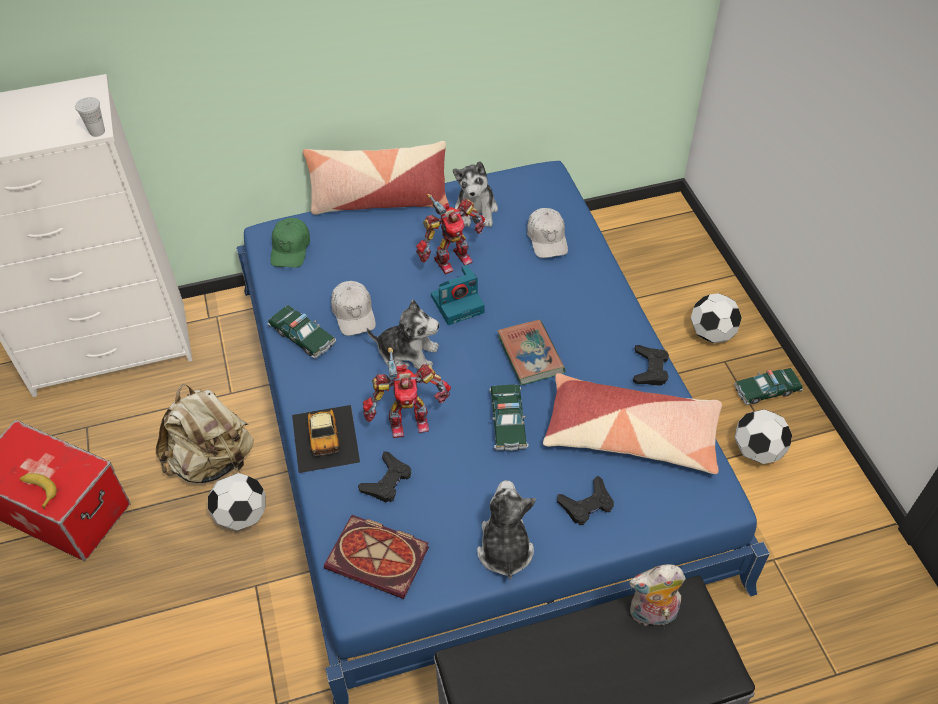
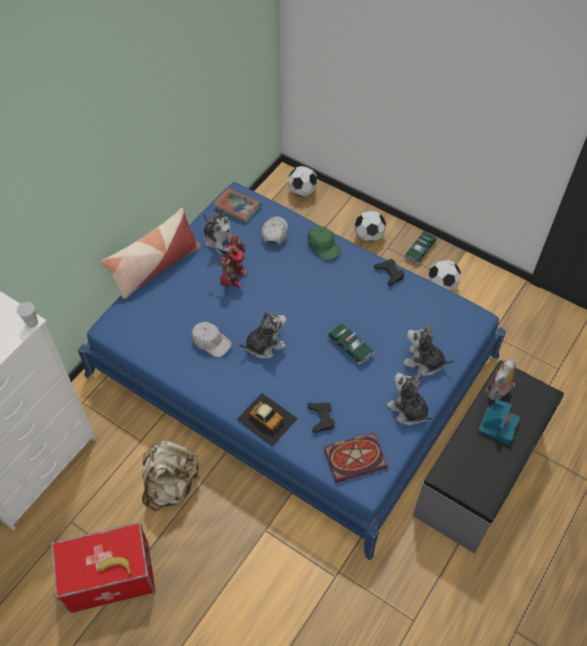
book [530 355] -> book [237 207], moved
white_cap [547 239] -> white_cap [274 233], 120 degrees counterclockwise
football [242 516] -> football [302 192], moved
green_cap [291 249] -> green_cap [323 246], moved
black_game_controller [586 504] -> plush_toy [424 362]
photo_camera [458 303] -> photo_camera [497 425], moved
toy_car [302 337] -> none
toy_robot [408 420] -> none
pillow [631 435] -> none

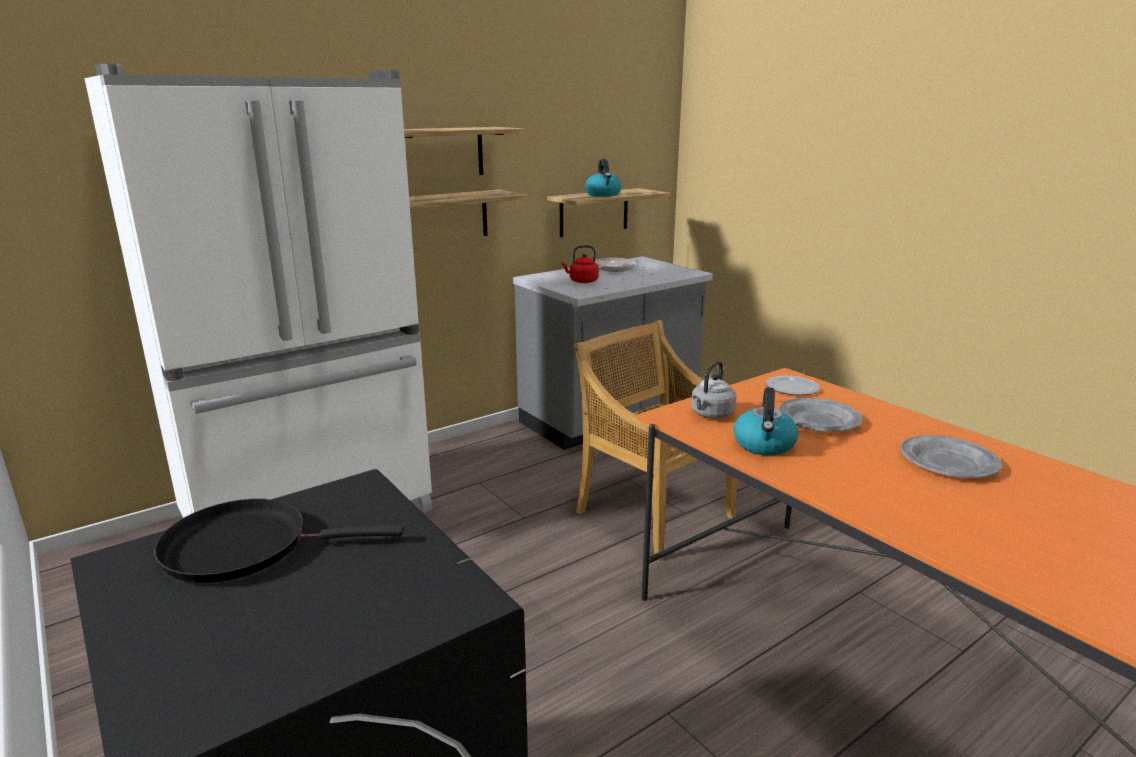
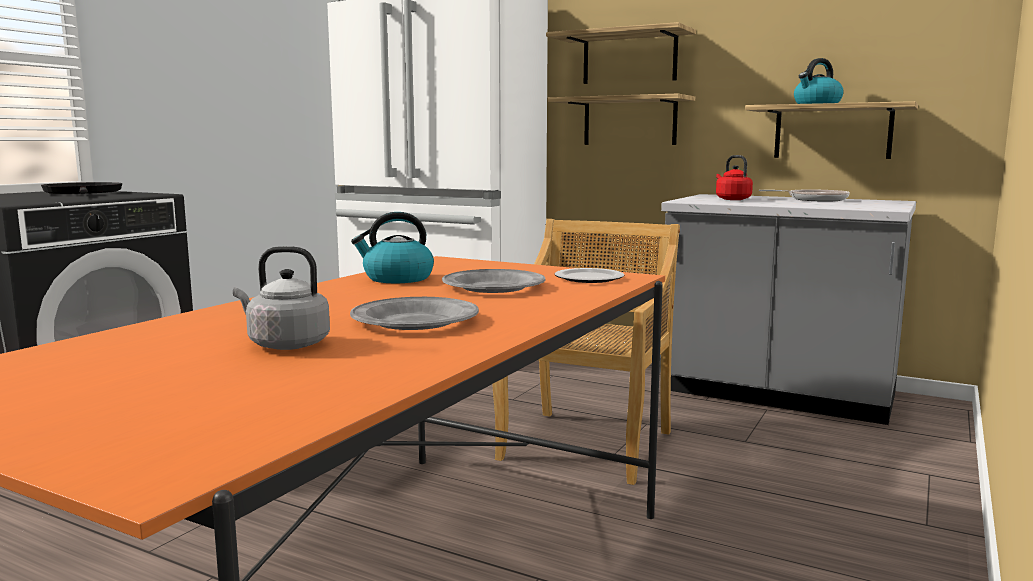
grey_kettle [711 415] -> grey_kettle [285 344], moved

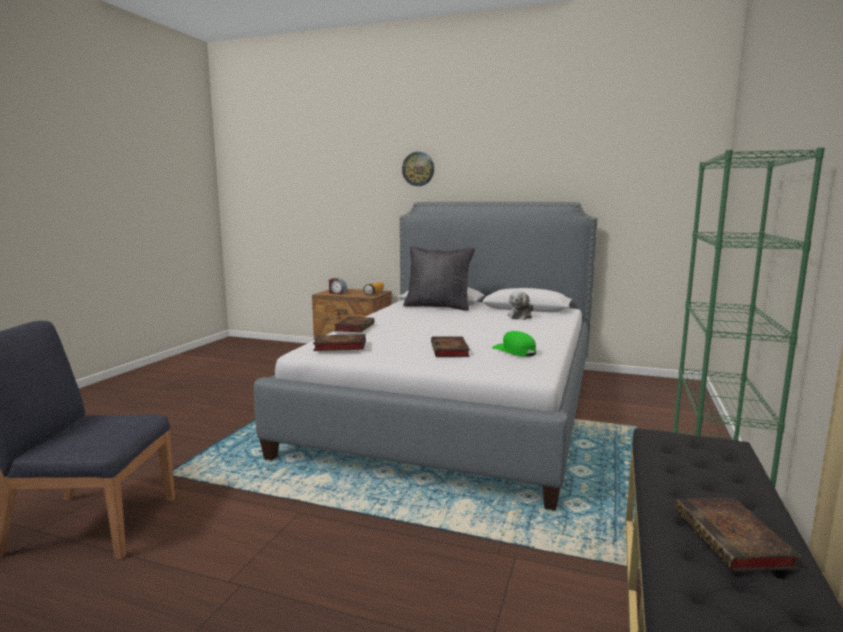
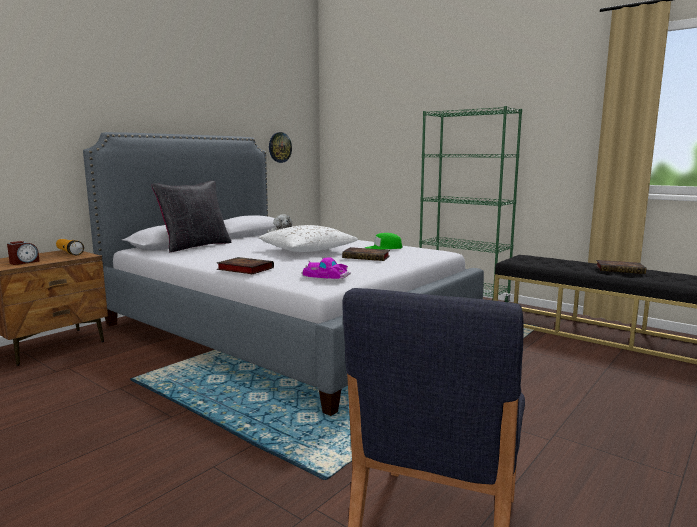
none -> white_pillow [307 251]
wall_clock [418 169] -> wall_clock [279 147], moved
book [338 346] -> toy_car [325 275]

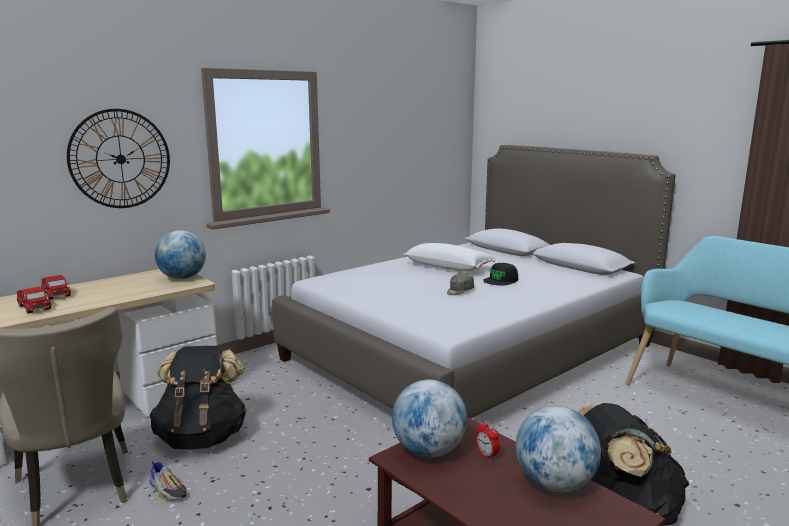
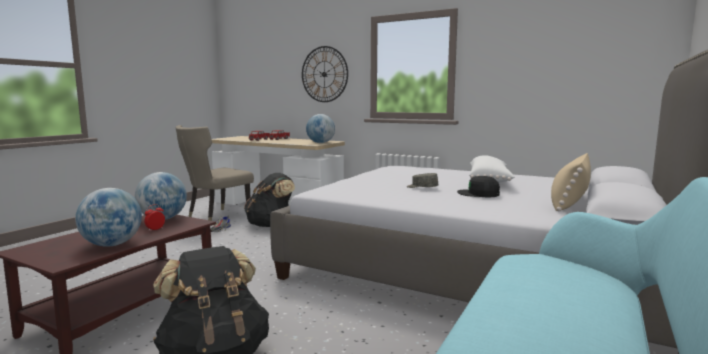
none -> beige_pillow [569 201]

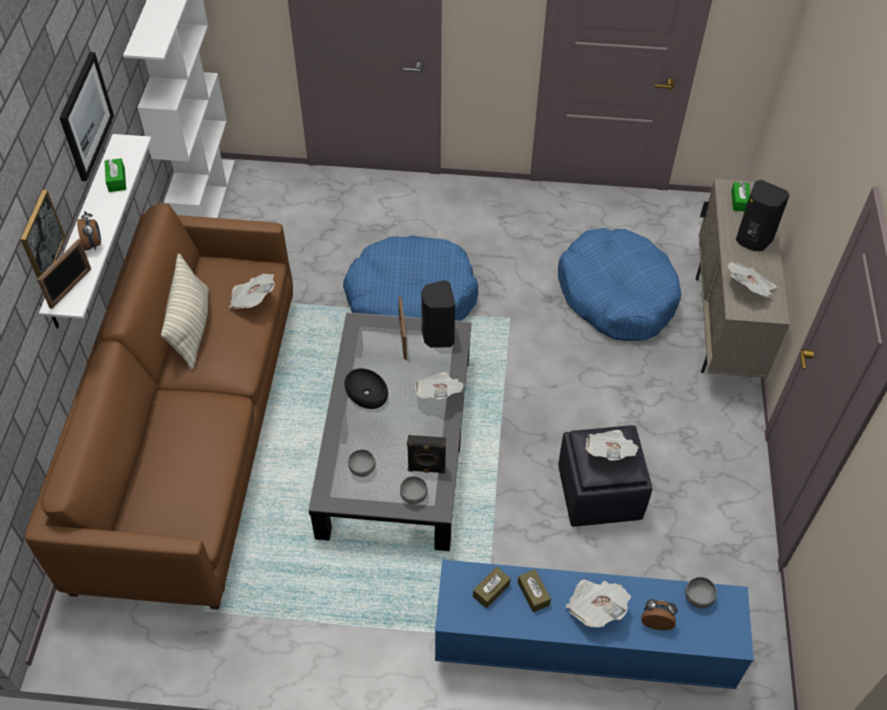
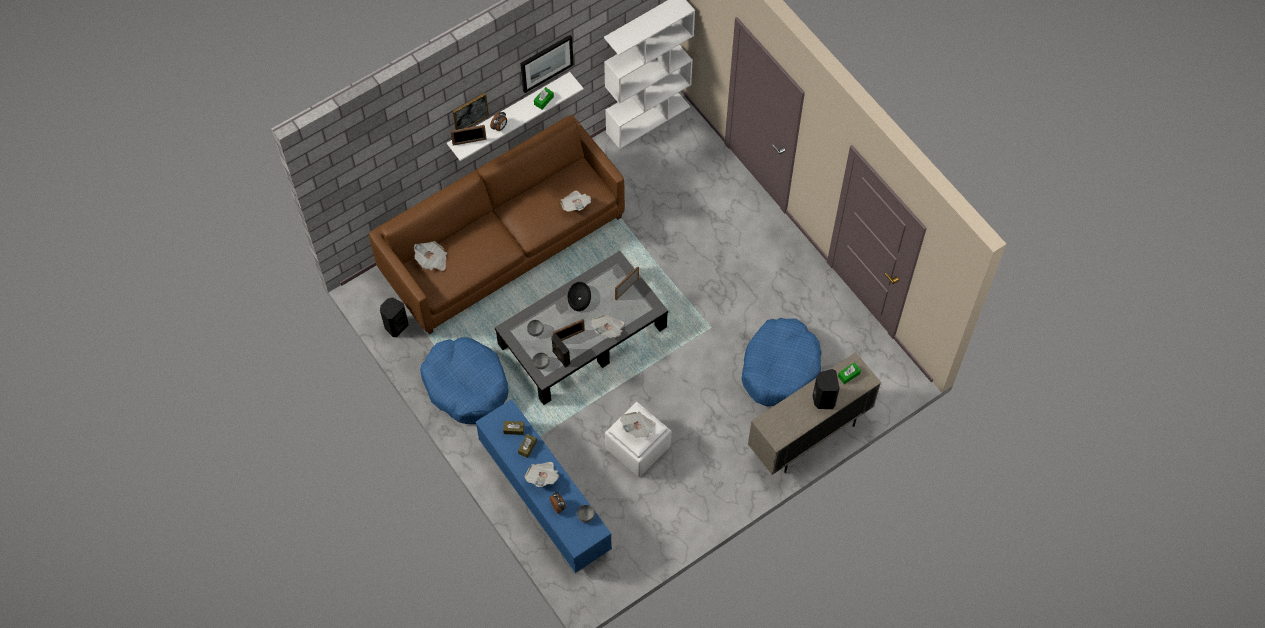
black_speaker [437 335] -> black_speaker [396 326], moved
newspaper [749 289] -> newspaper [432 260], moved
blue_dog_bed [411 297] -> blue_dog_bed [466 385], moved
none -> picture_frame [569 336]
black_ottoman [598 492] -> white_ottoman [637 447]
pillow [191 328] -> none

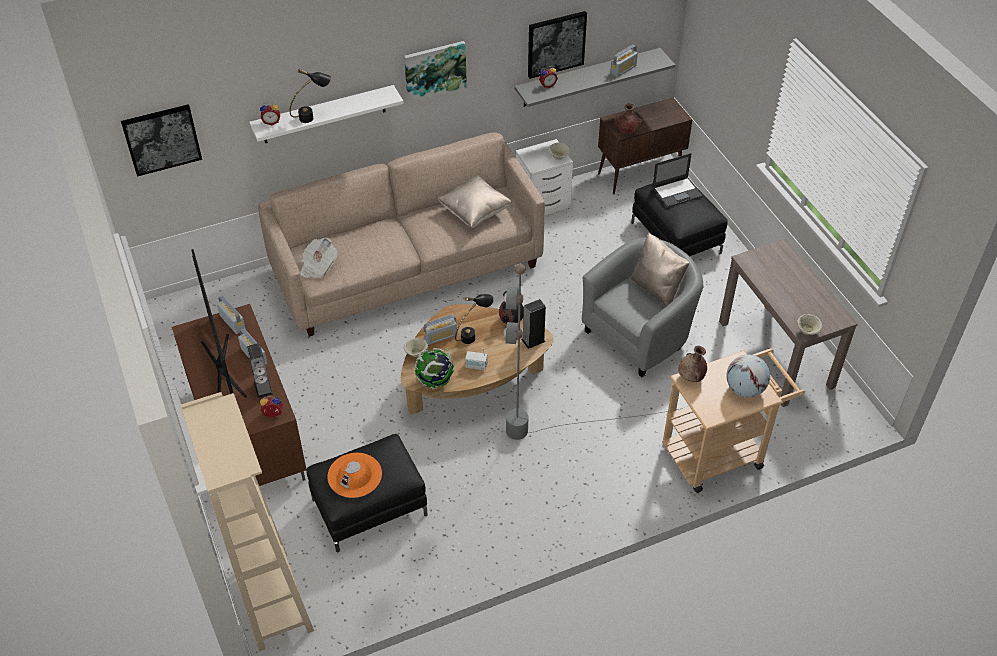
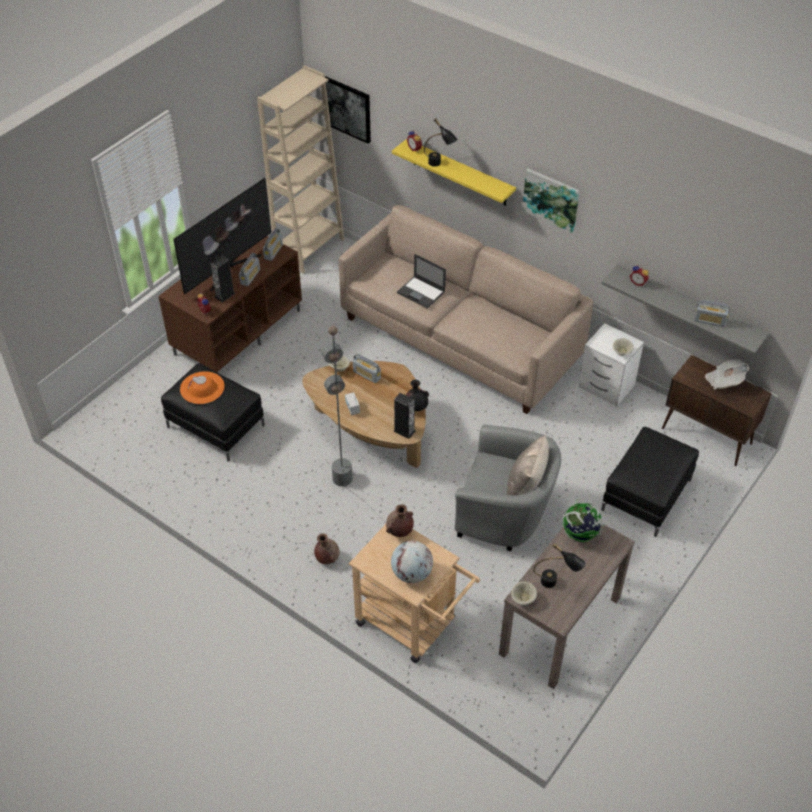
beige_bookcase [273 601] -> beige_bookcase [309 249], moved
brown_vase [626 131] -> brown_vase [327 558], moved
white_shelf [324 115] -> yellow_shelf [459 173]
laptop [677 192] -> laptop [421 292], moved
black_table_lamp [473 335] -> black_table_lamp [555 584], moved
globe [435 381] -> globe [580 534], moved
newspaper [318 266] -> newspaper [724 381], moved
beige_pillow [475 212] -> none
picture [556 44] -> none

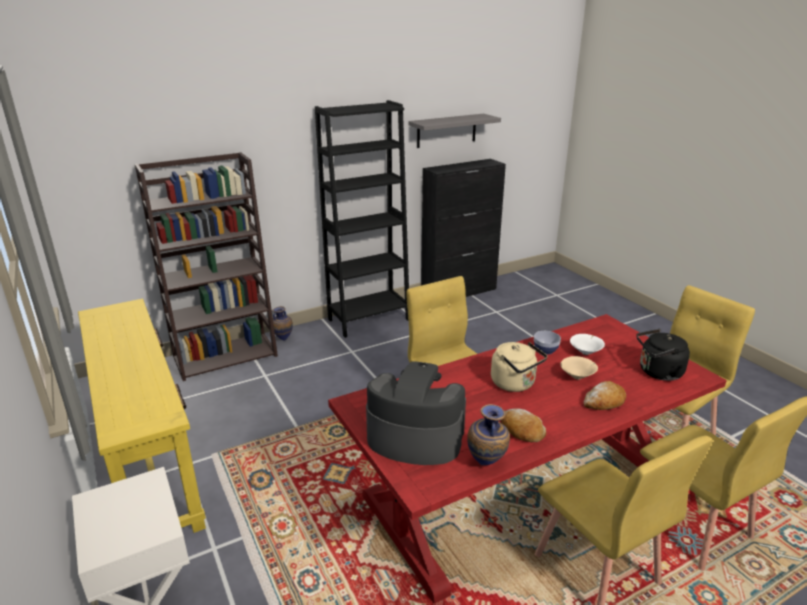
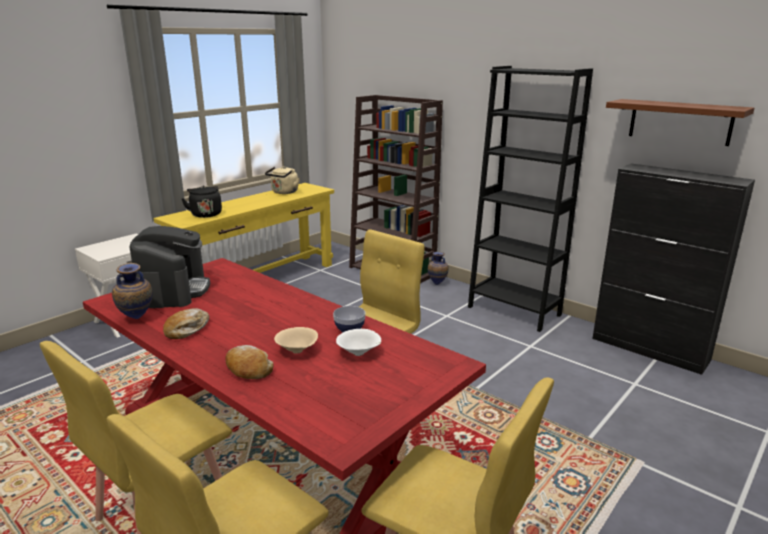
black_kettle [658 372] -> black_kettle [205 214], moved
beige_kettle [515 384] -> beige_kettle [284 192], moved
grey_shelf [446 130] -> brown_shelf [680 122]

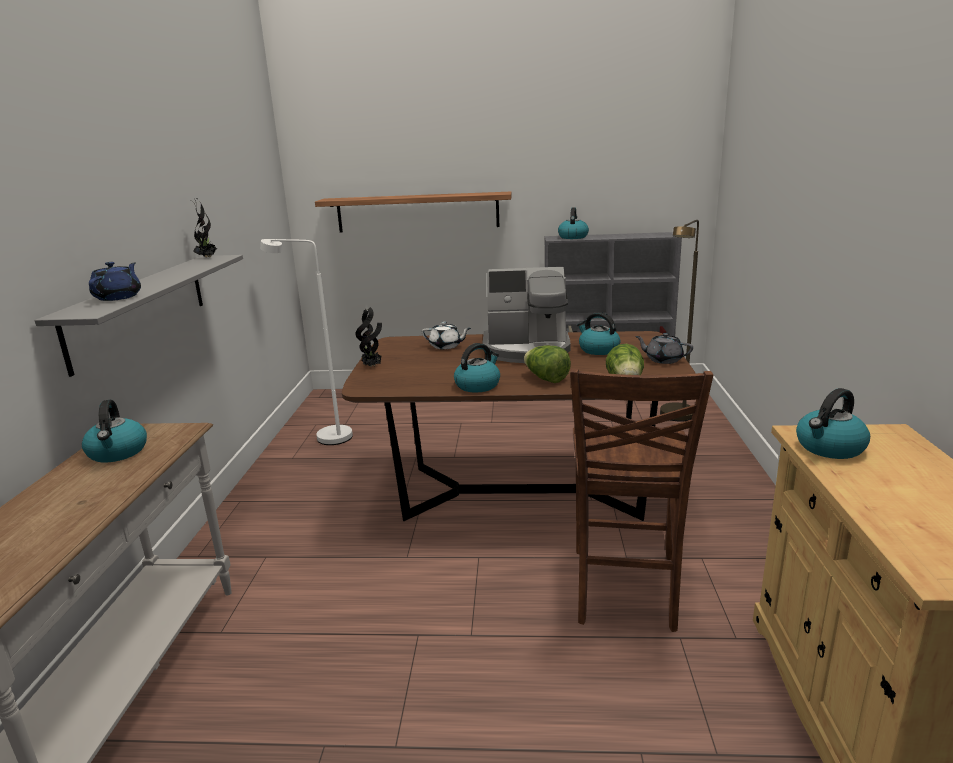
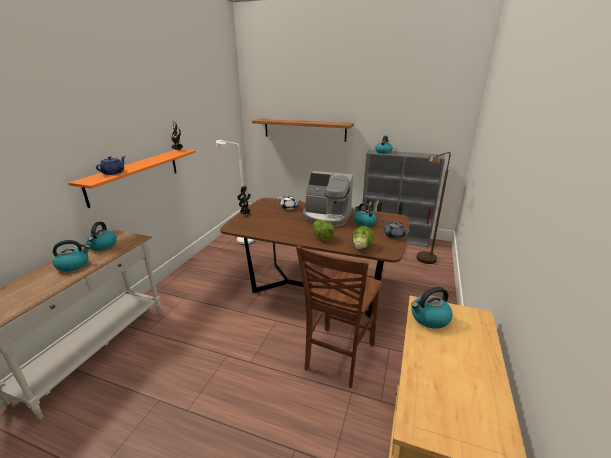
kettle [478 385] -> kettle [73 265], moved
grey_shelf [140 308] -> orange_shelf [135 175]

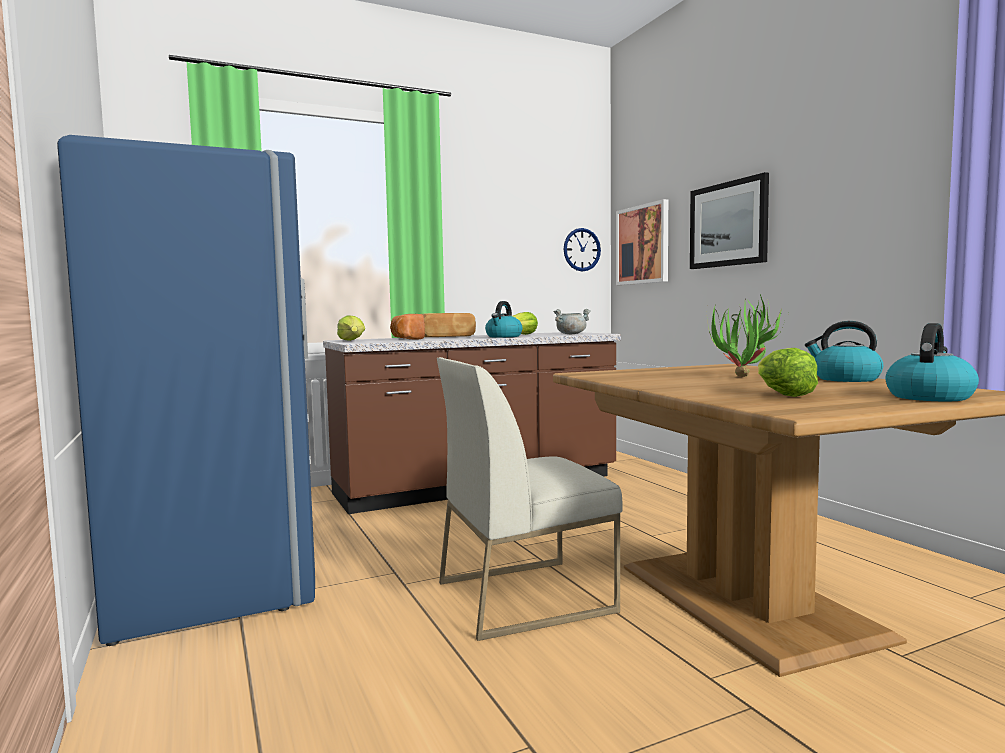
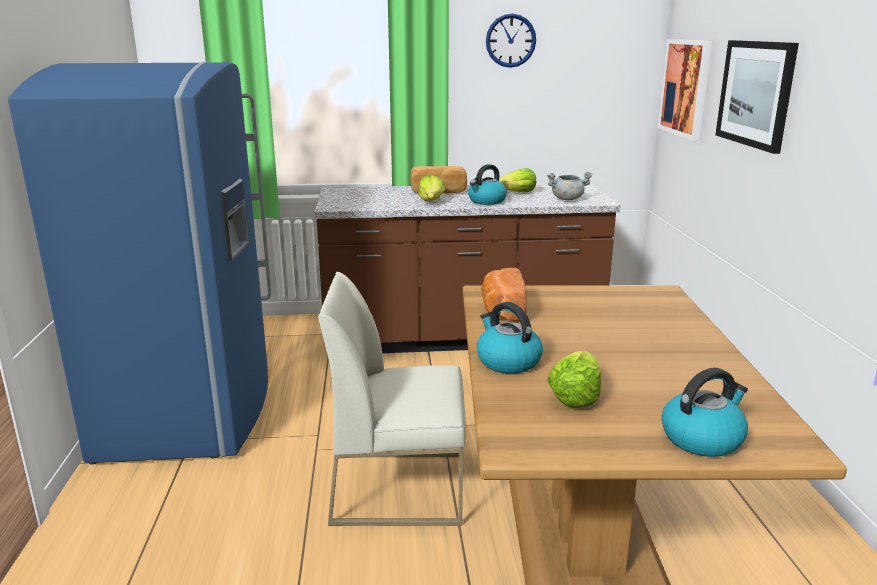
lettuce [352 340] -> lettuce [432 201], moved
kettle [845 379] -> kettle [507 361], moved
bread [406 339] -> bread [501 310], moved
wall_clock [581 249] -> wall_clock [510 40], moved
potted_plant [744 378] -> none

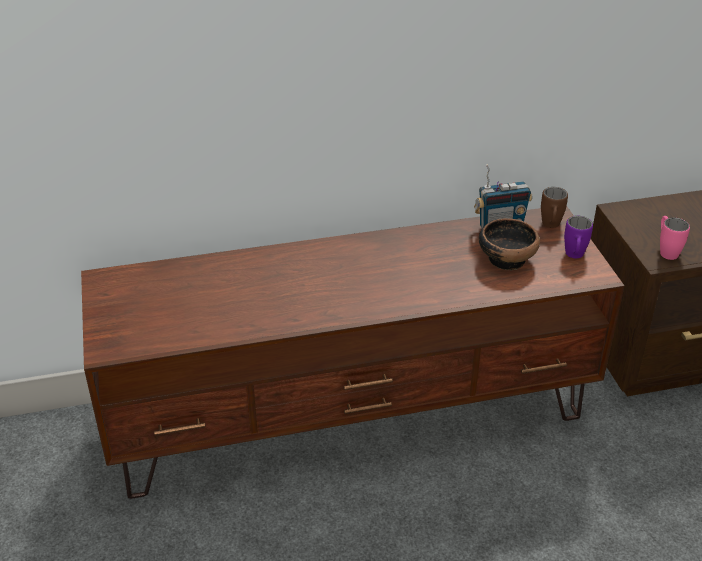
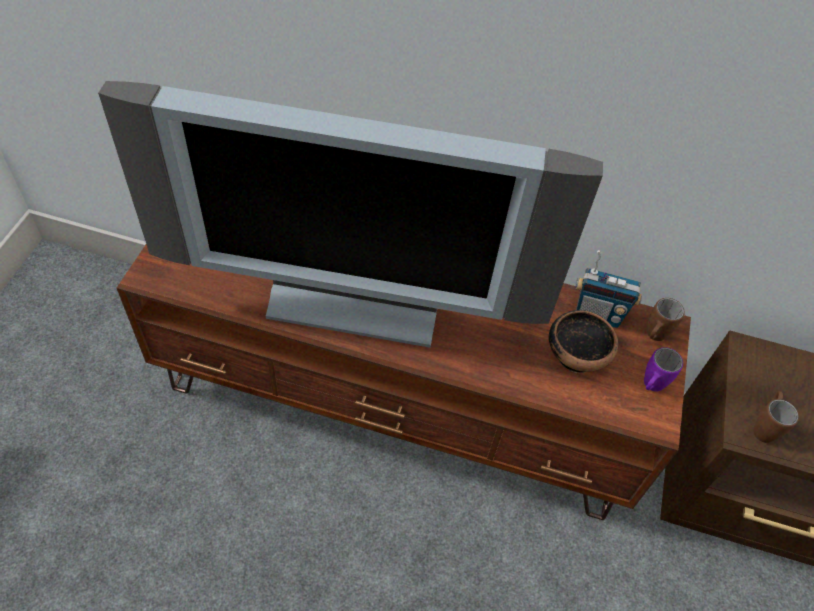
none -> television [357 299]
pink_mug [666 250] -> brown_mug [763 426]

